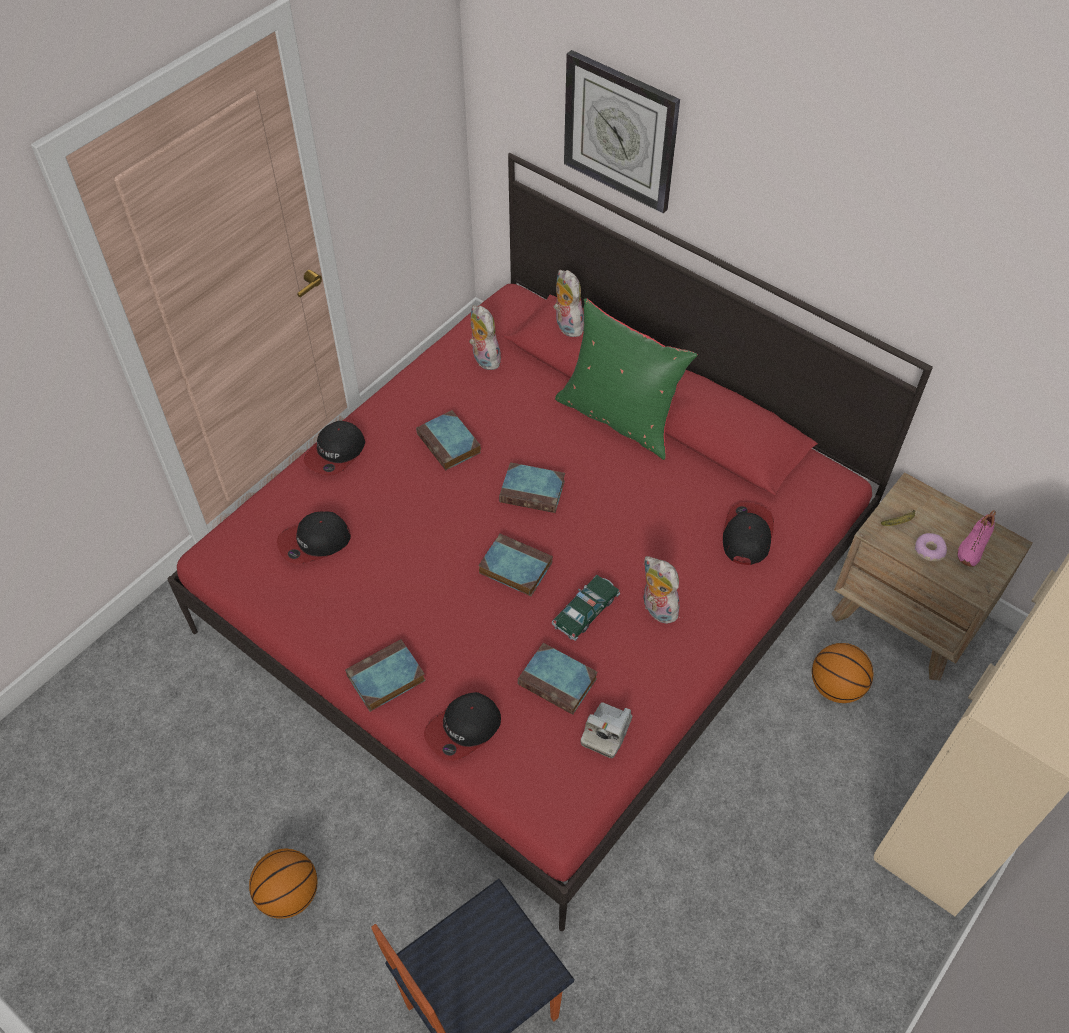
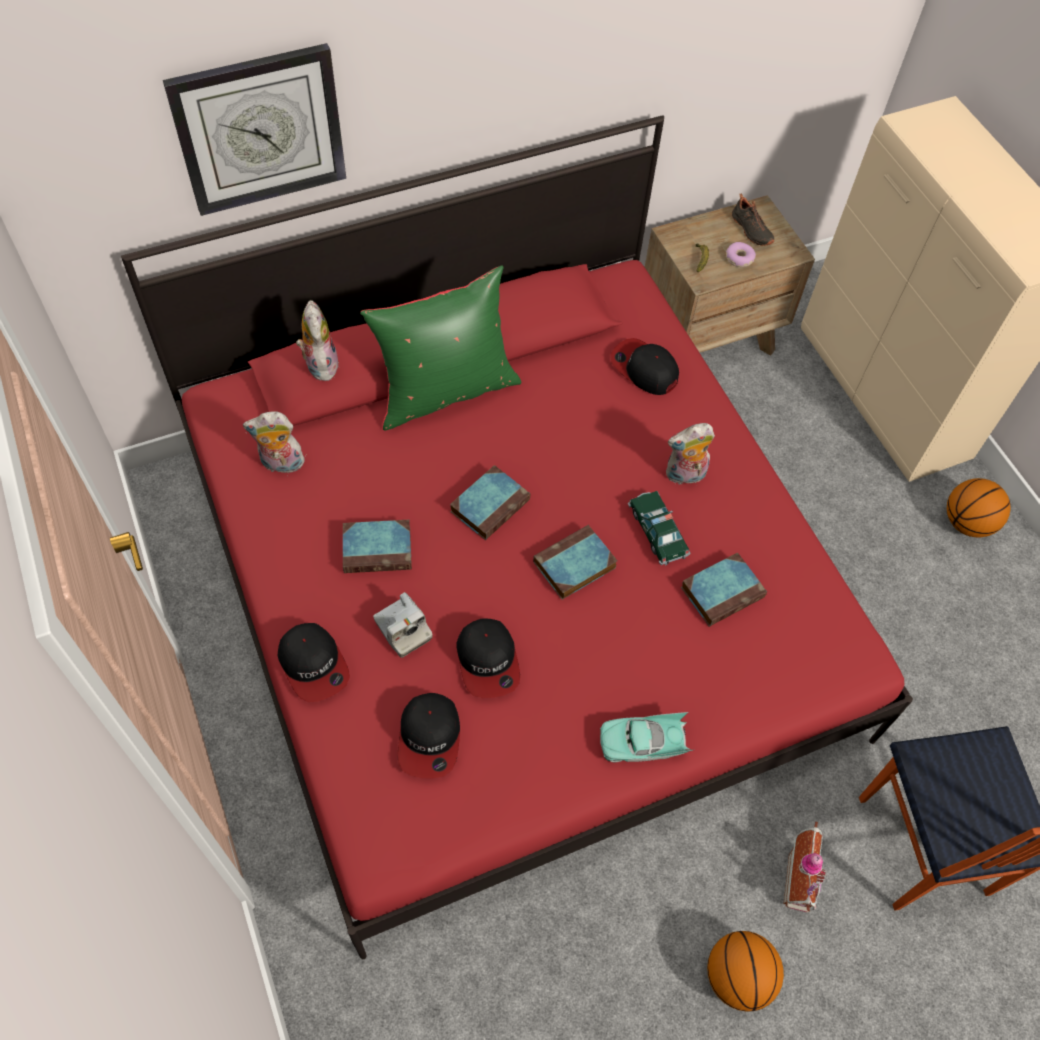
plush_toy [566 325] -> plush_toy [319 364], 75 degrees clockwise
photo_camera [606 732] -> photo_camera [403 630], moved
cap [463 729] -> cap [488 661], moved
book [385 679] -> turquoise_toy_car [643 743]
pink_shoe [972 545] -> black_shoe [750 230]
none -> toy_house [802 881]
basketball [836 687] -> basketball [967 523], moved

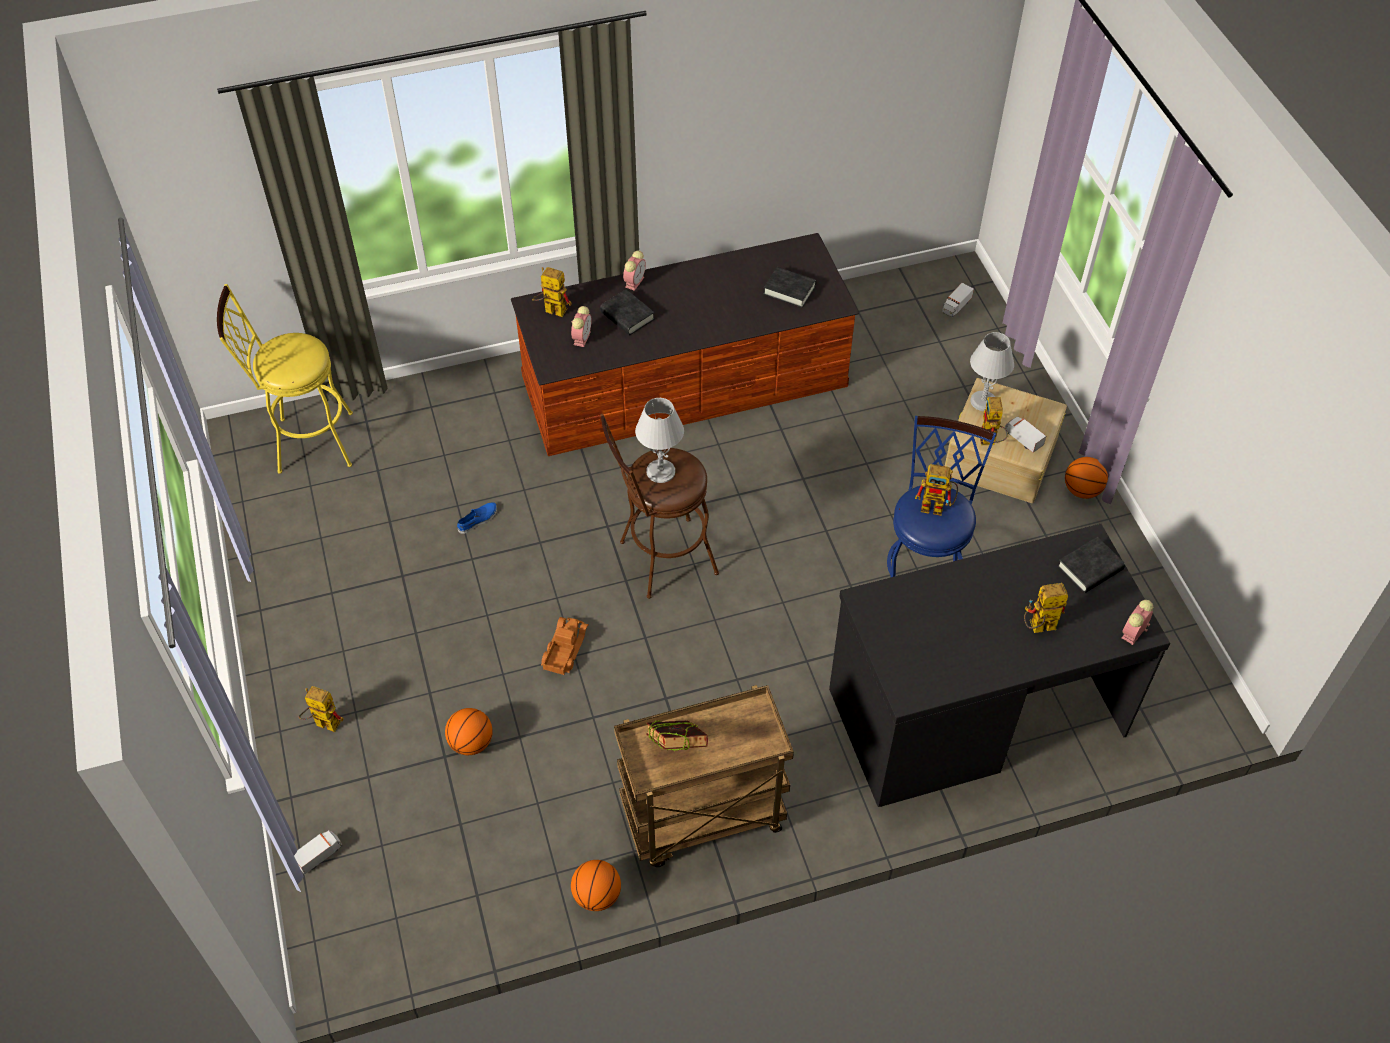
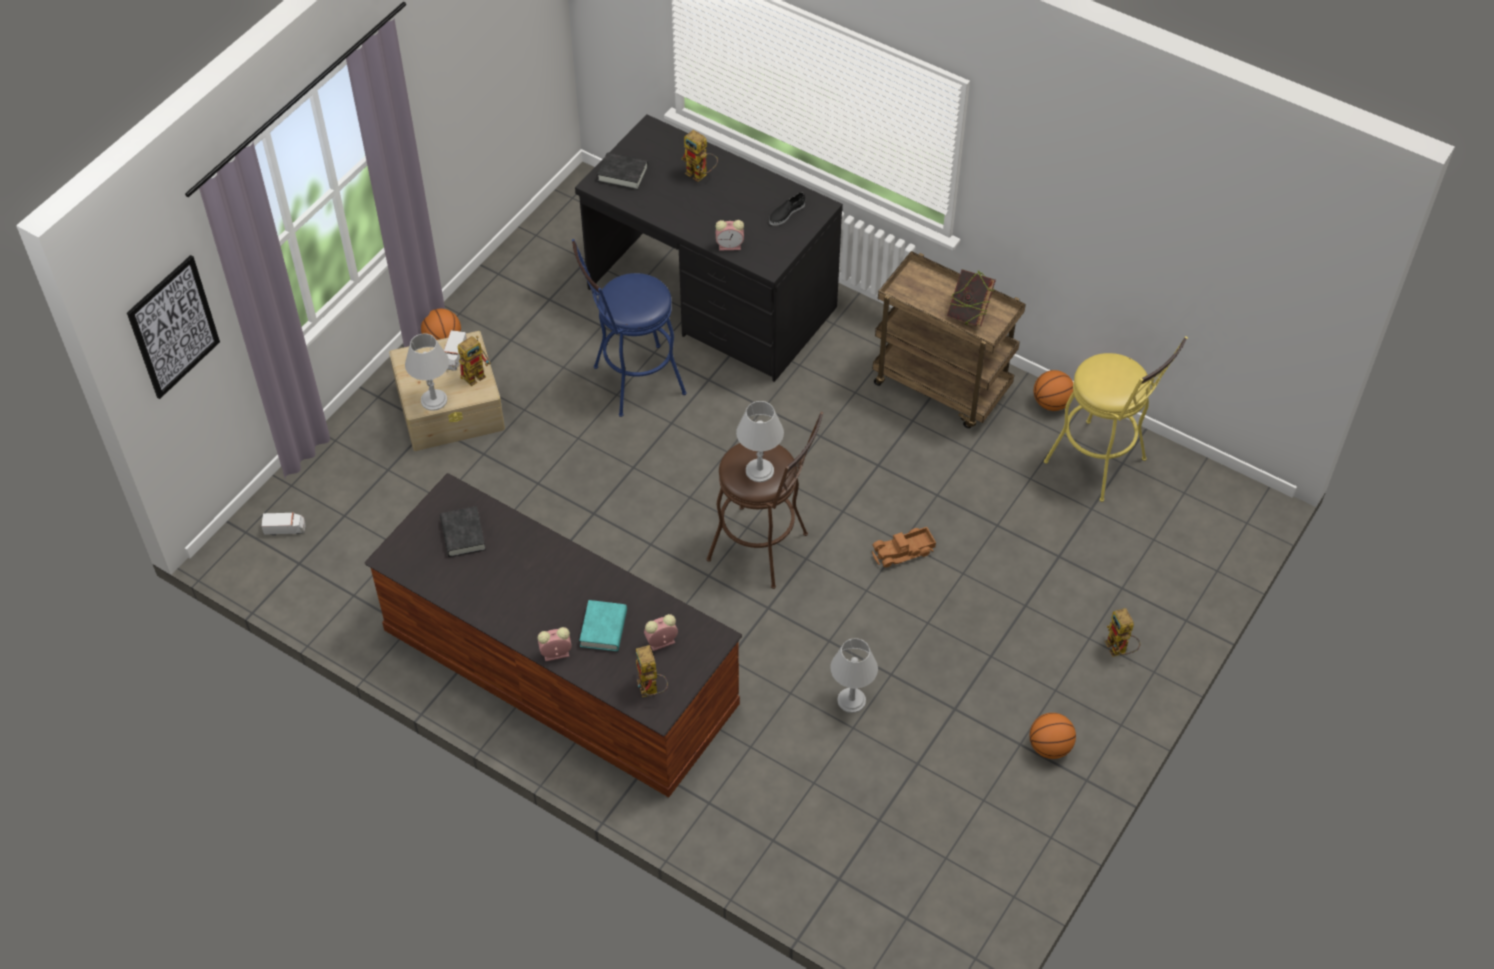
none -> picture [173 327]
black_book [627 316] -> turquoise_book [603 628]
alarm_clock [1133 634] -> alarm_clock [730 245], moved
none -> black_shoe [786 213]
blue_shoe [478 520] -> grey_table_lamp [851 700]
basketball [471 743] -> basketball [1050 747], moved
yellow_stool [307 442] -> yellow_stool [1101 465], moved
toy_truck [320 855] -> none
toy_robot [937 506] -> none

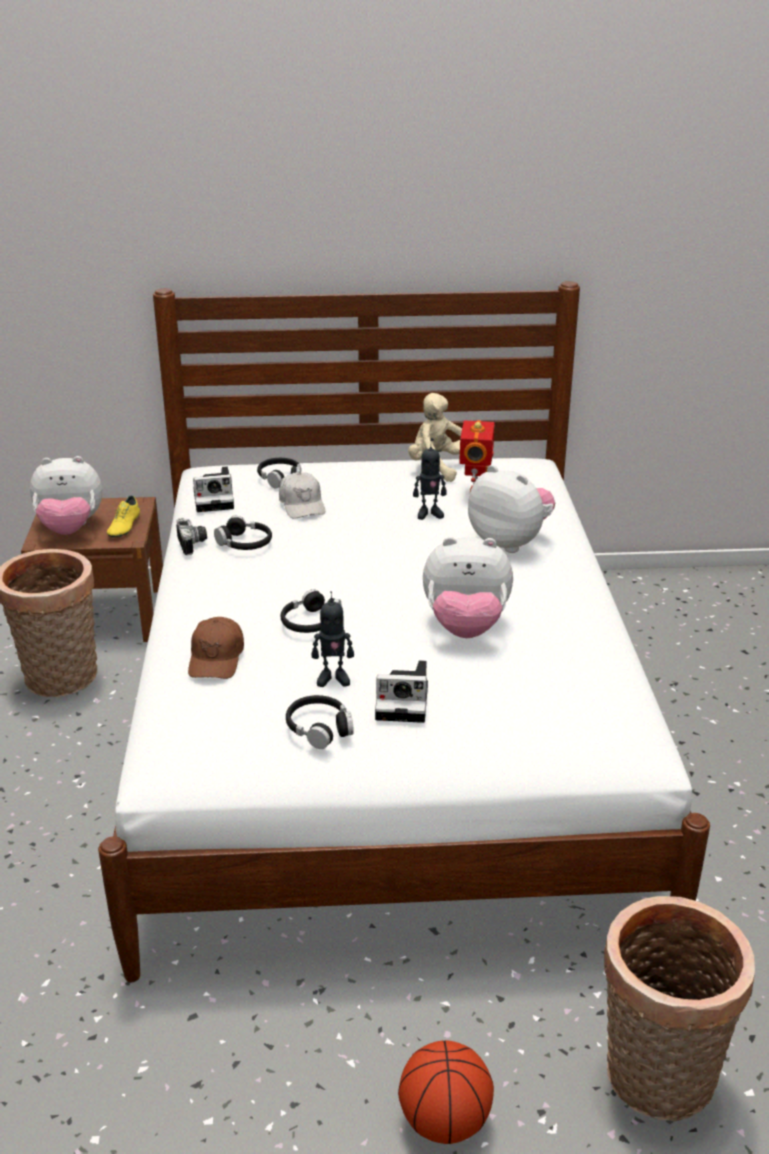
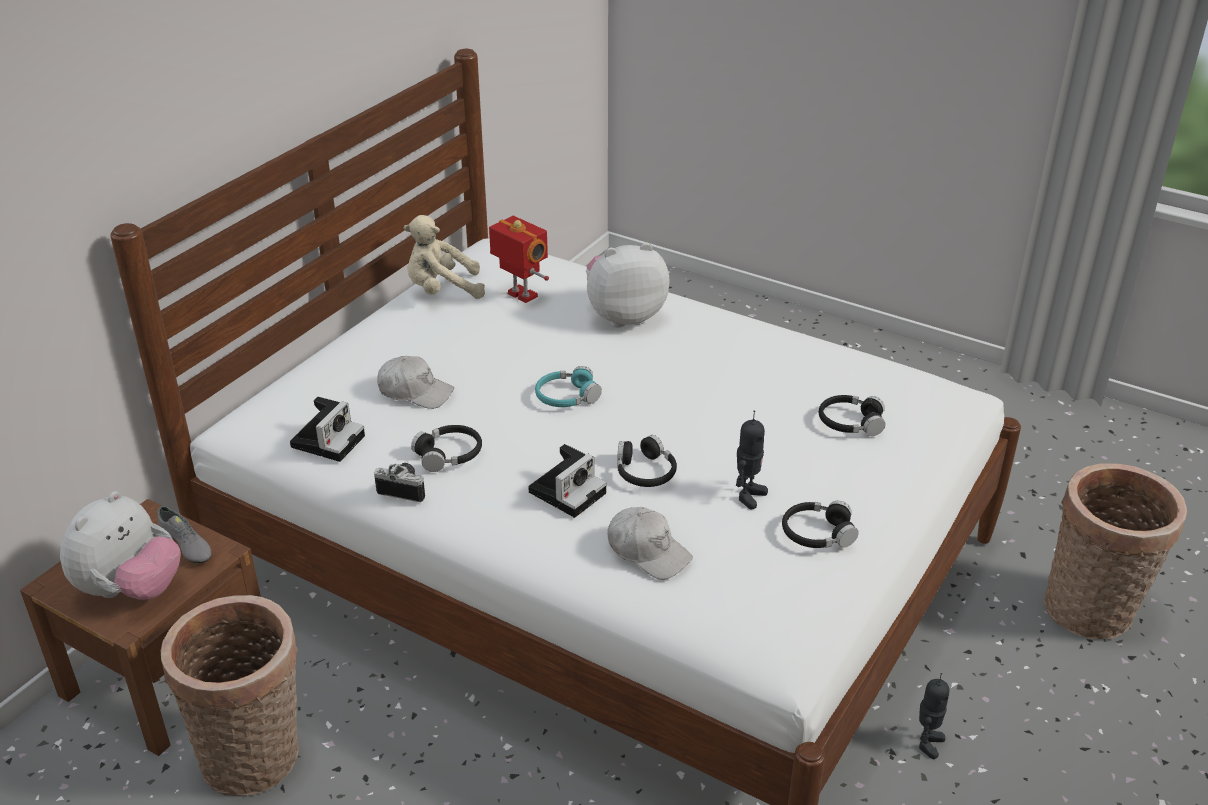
yellow_shoe [124 527] -> grey_shoe [186 546]
photo_camera [405 702] -> photo_camera [568 491], moved
none -> turquoise_headphones [567 397]
brown_cap [216 658] -> white_cap [648 551]
black_headphones [280 478] -> black_headphones [850 423], moved
toy_robot [429 514] -> toy_robot [927 743], moved
basketball [445 1121] -> none
plush_toy [466 627] -> none

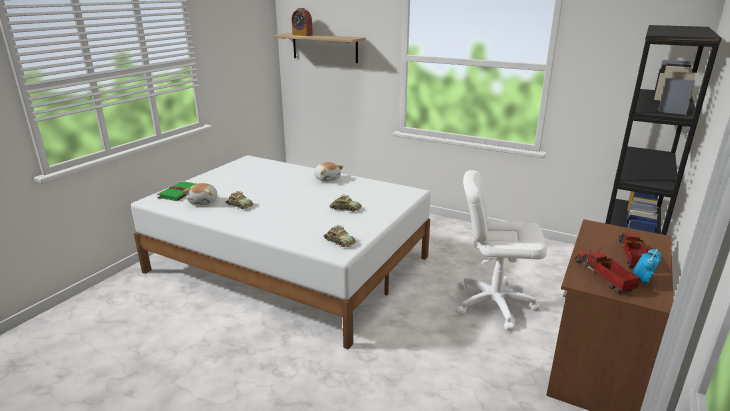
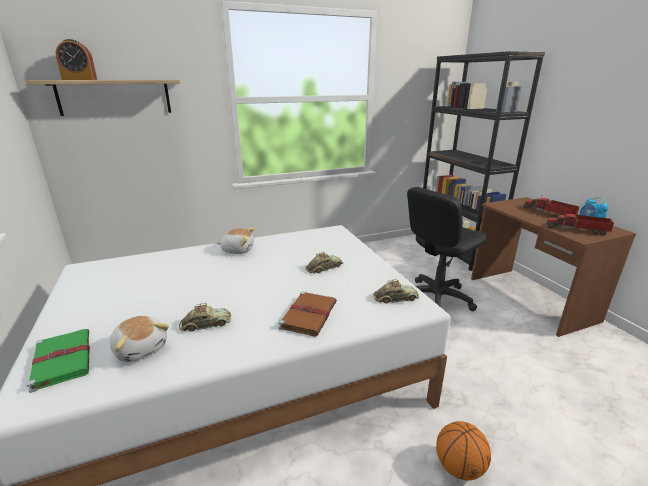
none -> brown_book [309 314]
white_office_chair [494 304] -> black_office_chair [436 298]
none -> basketball [459 467]

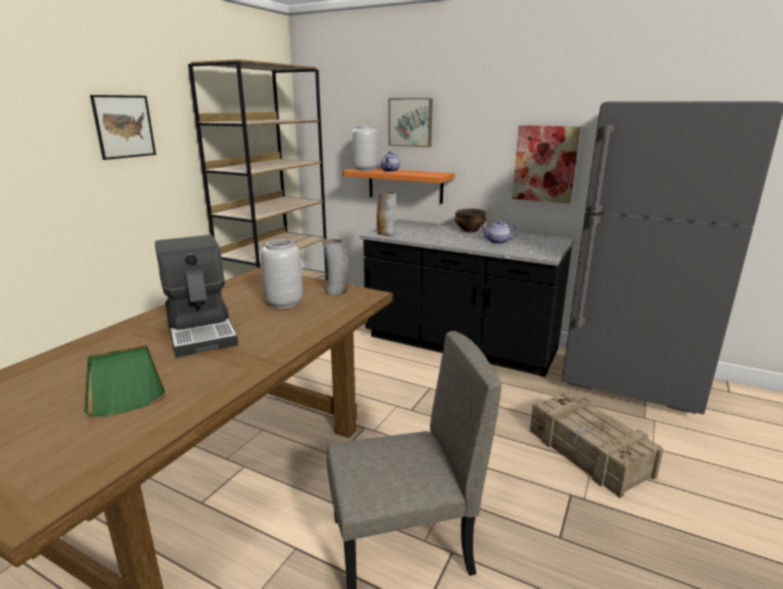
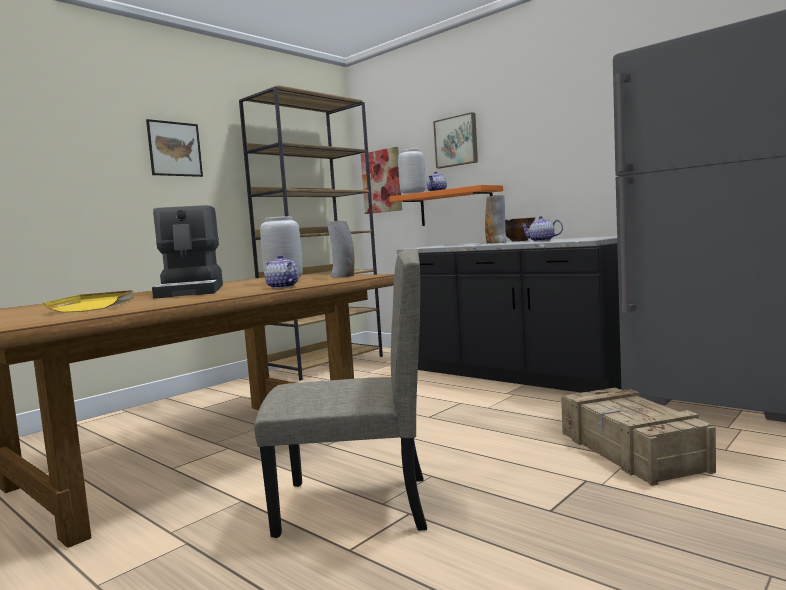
green_tray [123 382] -> yellow_tray [96 305]
none -> teapot [282 287]
picture [545 164] -> picture [382 181], moved
vase [386 233] -> vase [496 243], moved

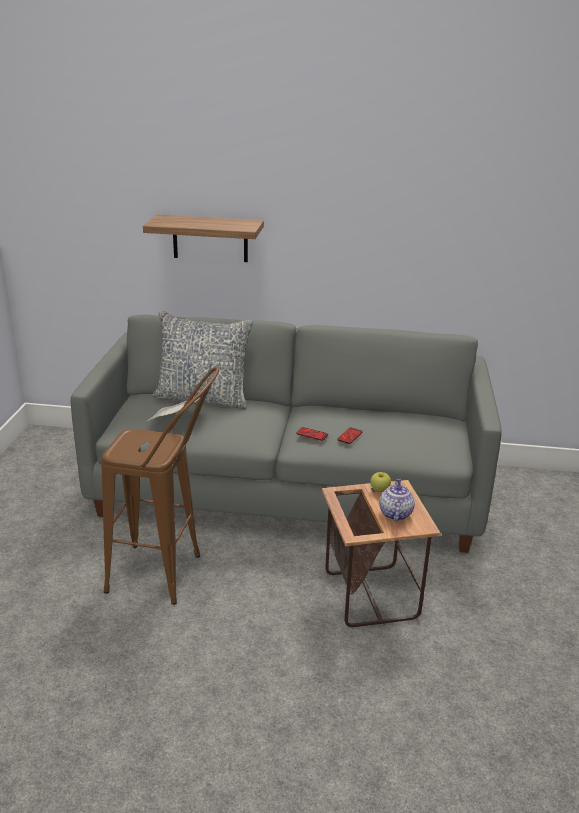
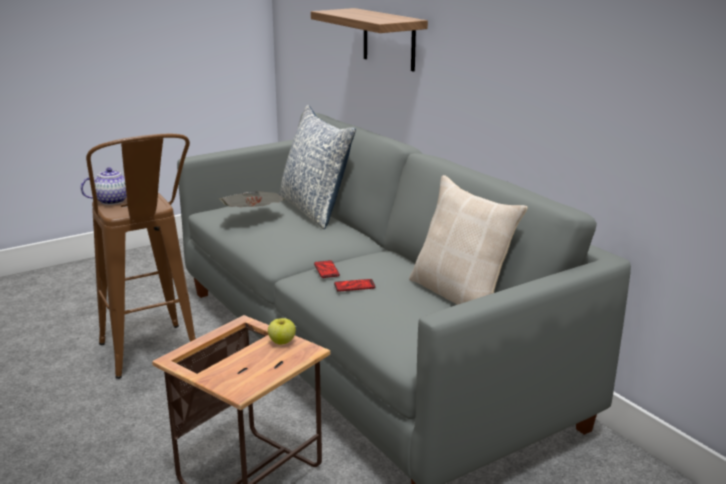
teapot [395 513] -> teapot [113 200], moved
none -> beige_pillow [460 295]

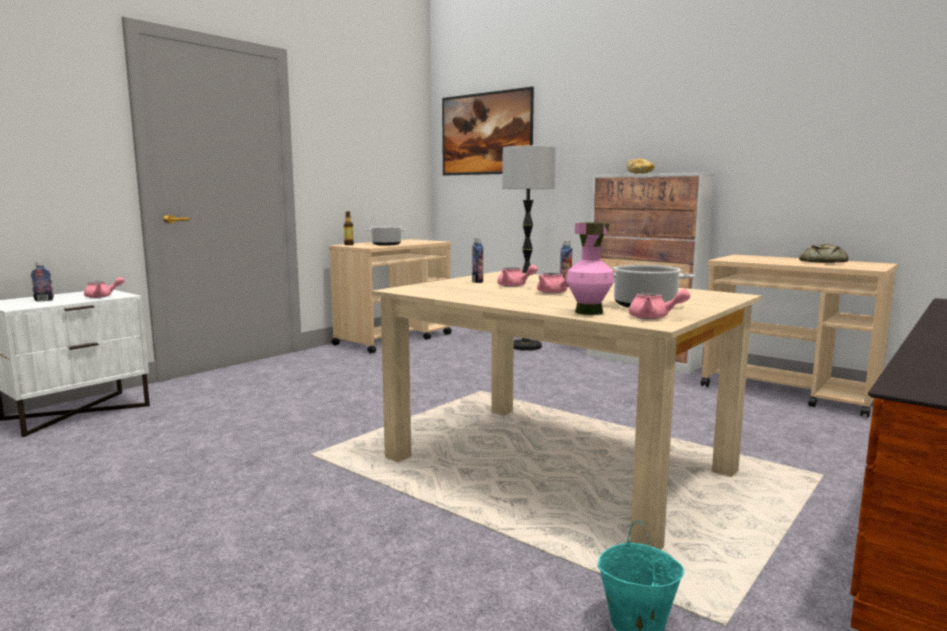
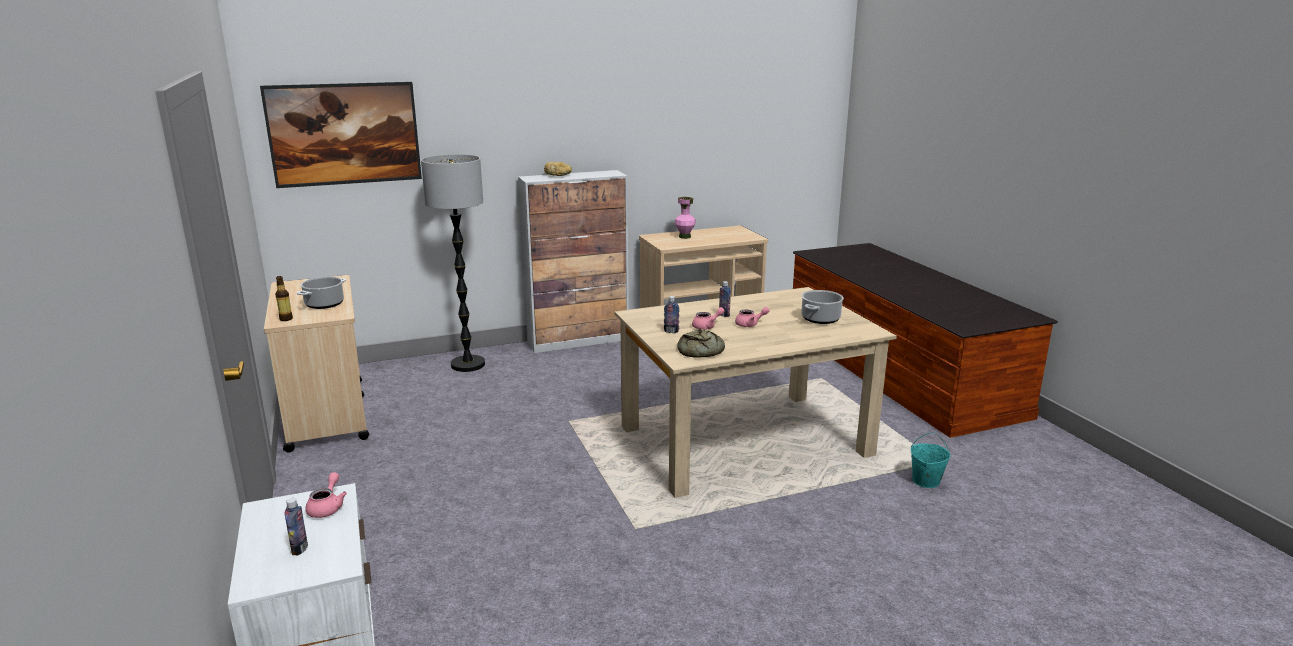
pink_vase [589 312] -> pink_vase [685 237], moved
bread [821 262] -> bread [700 351], moved
pink_teapot [654 317] -> none

